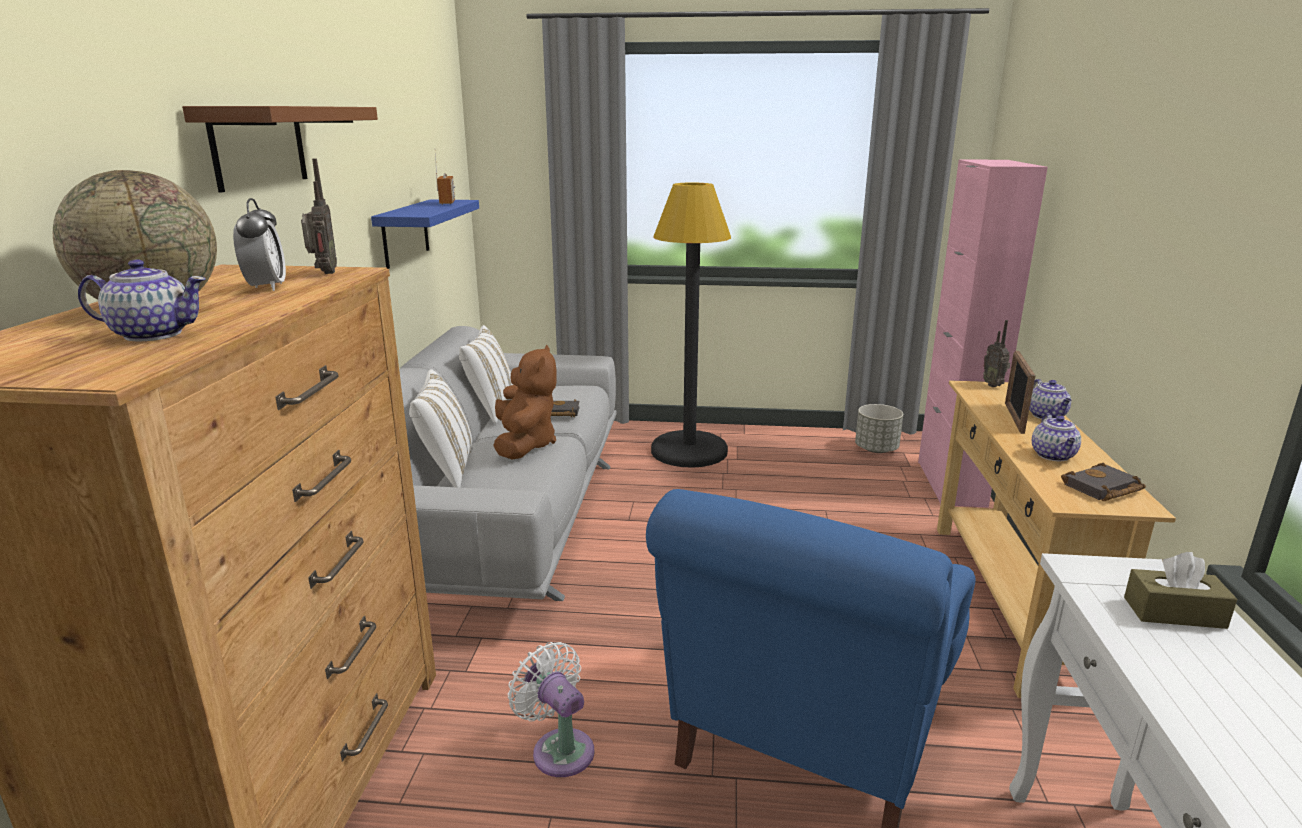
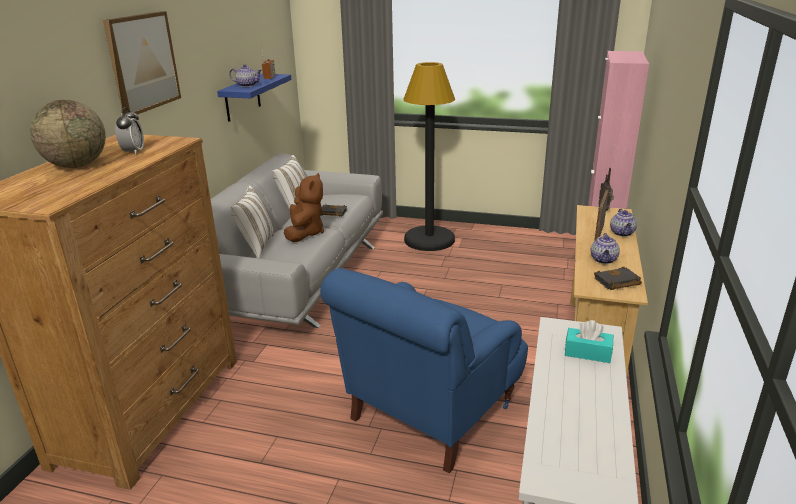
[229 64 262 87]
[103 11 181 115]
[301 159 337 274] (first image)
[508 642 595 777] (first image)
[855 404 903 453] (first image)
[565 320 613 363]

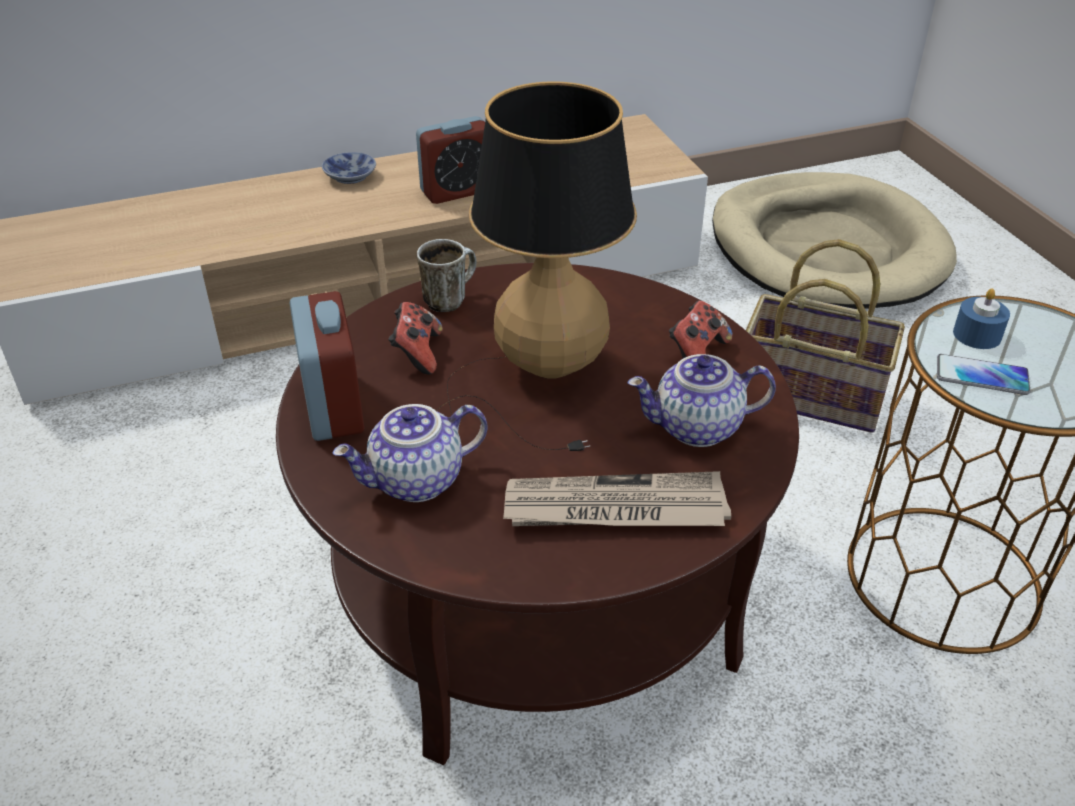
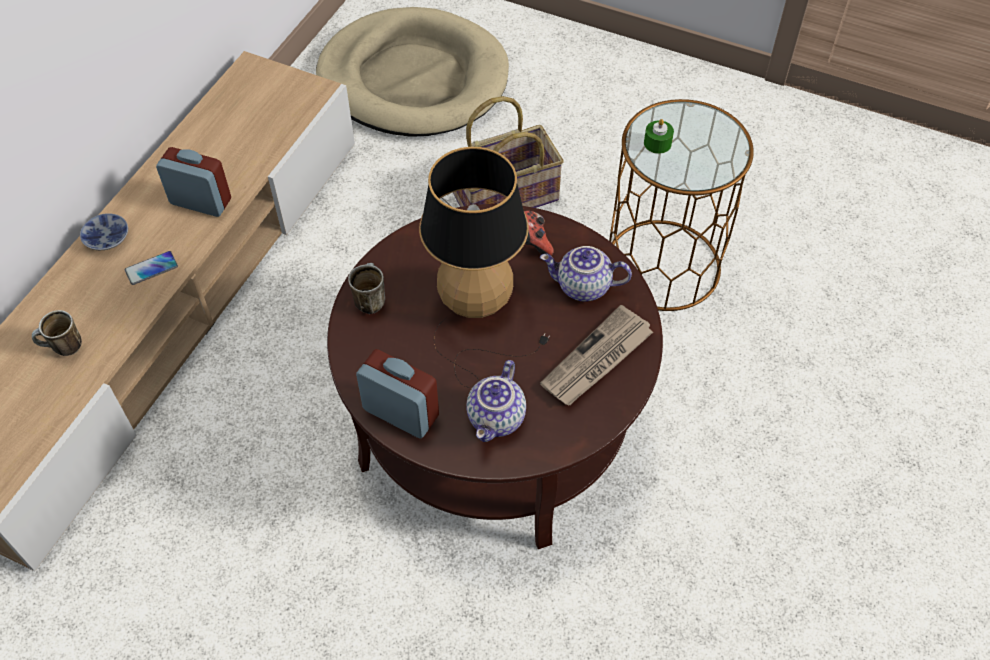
[388 302 443 375] (first image)
[156 147 231 217]
[540 246 632 302]
[125 251 178 285]
[644 119 674 154]
[32 310 82 356]

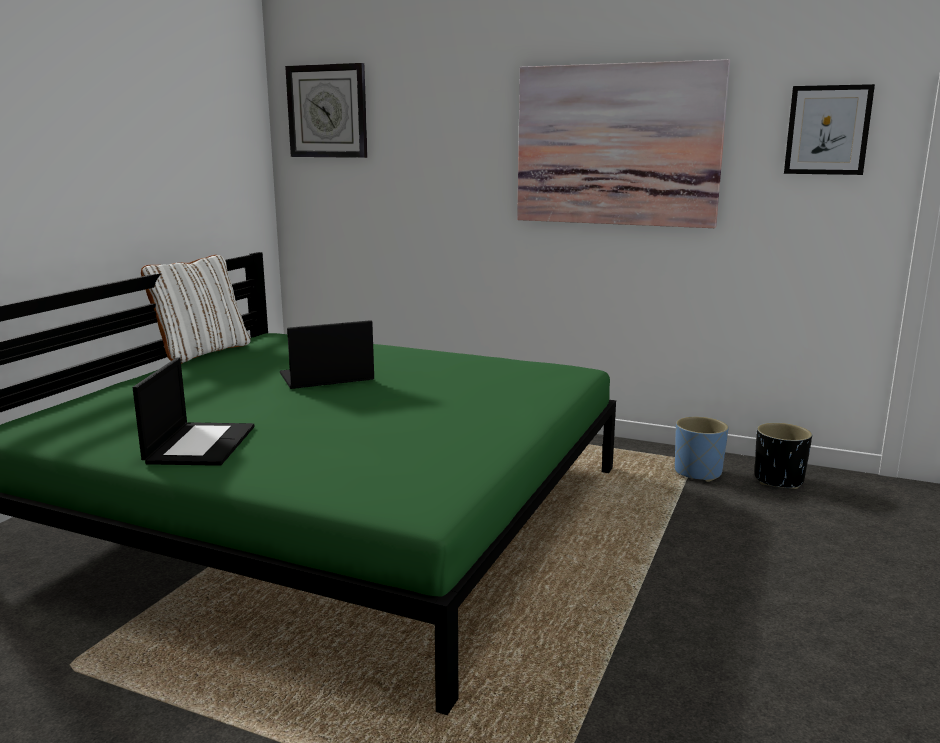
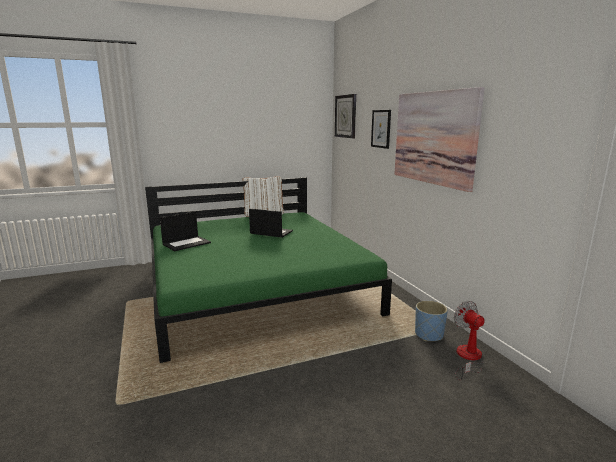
[454 301 485 380]
[371 110 391 149]

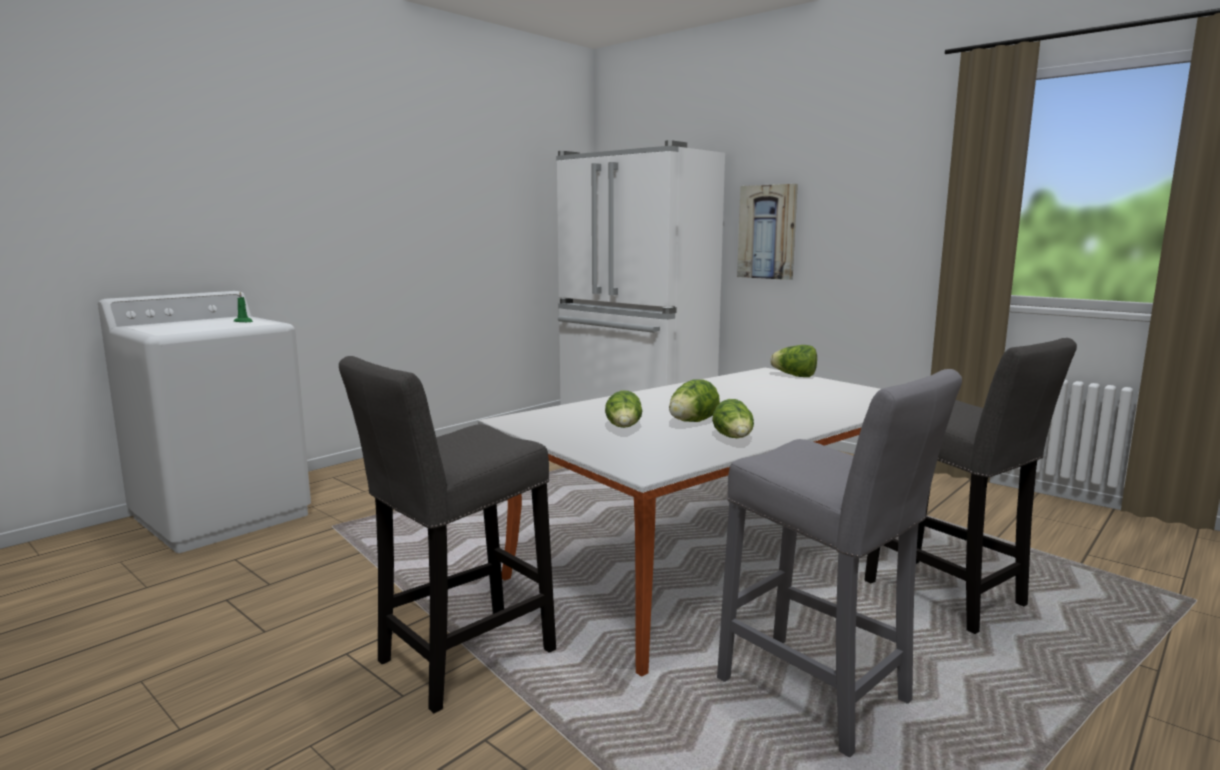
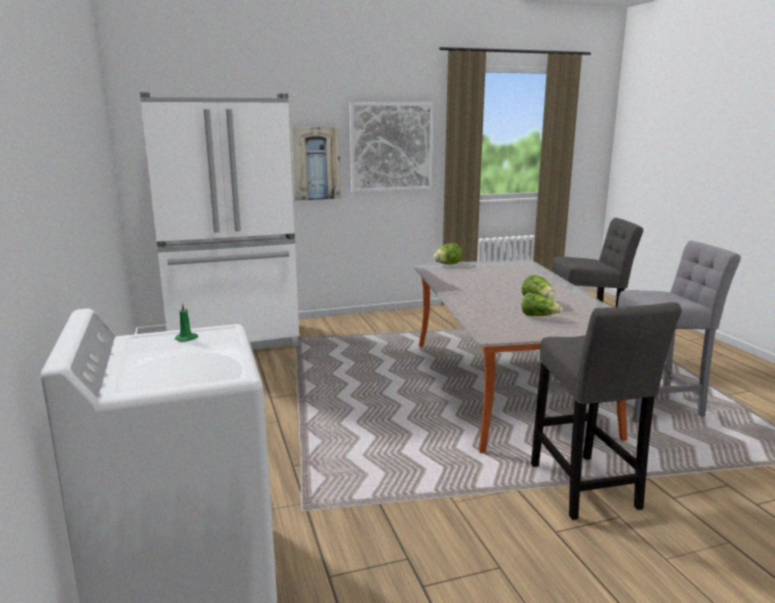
[712 399 754 438] (first image)
[349 102 434 192]

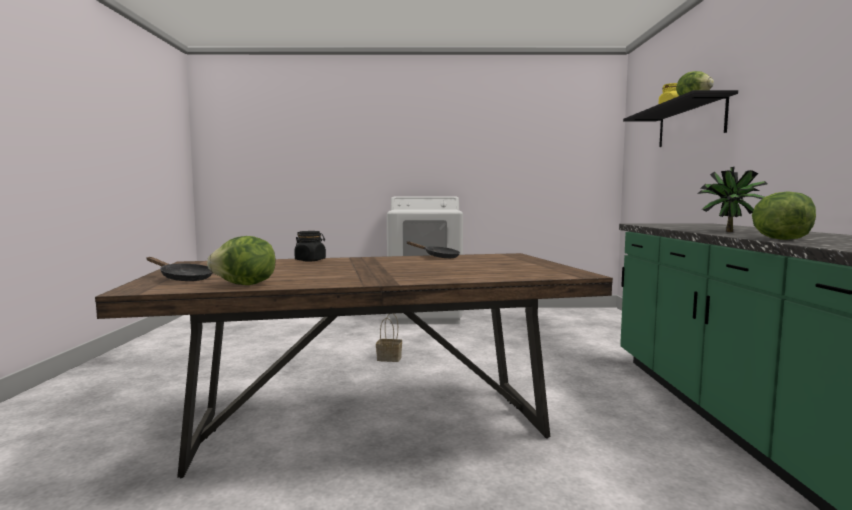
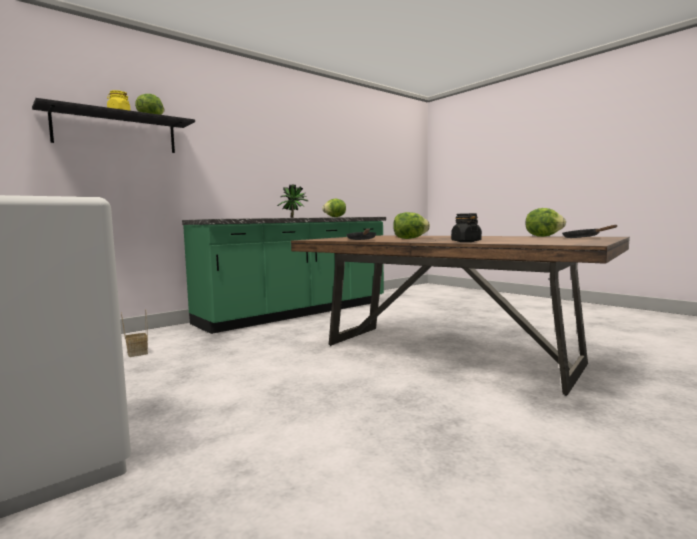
[121 310 148 357]
[393 212 430 239]

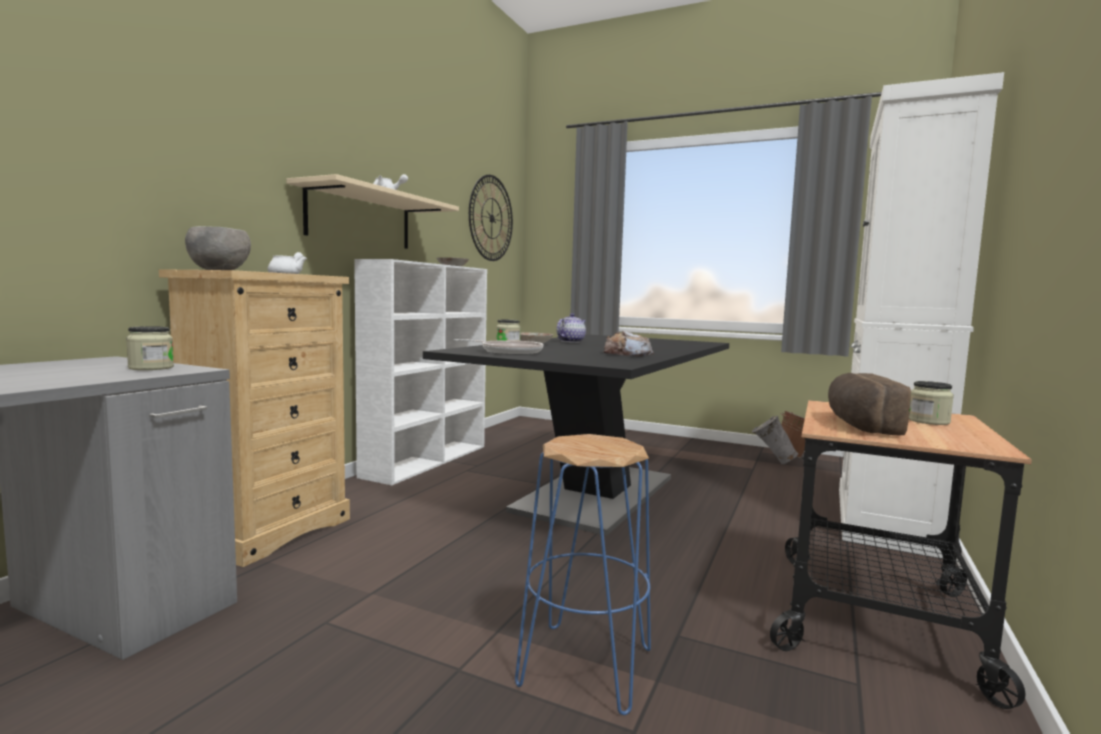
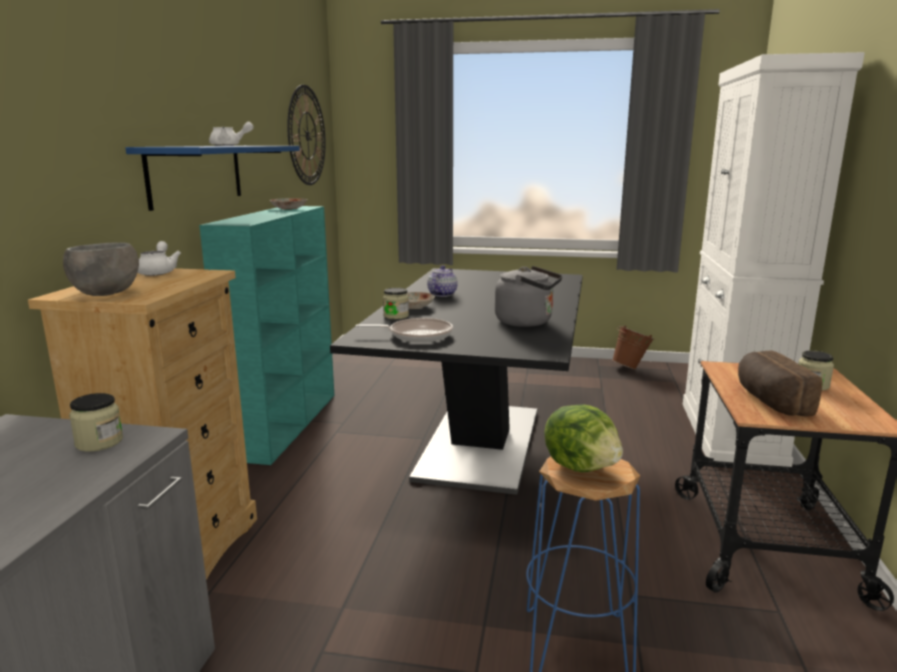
[126 146 300 211]
[199 206 334 465]
[495 266 562 327]
[752 416 799 464] (first image)
[544 404 623 472]

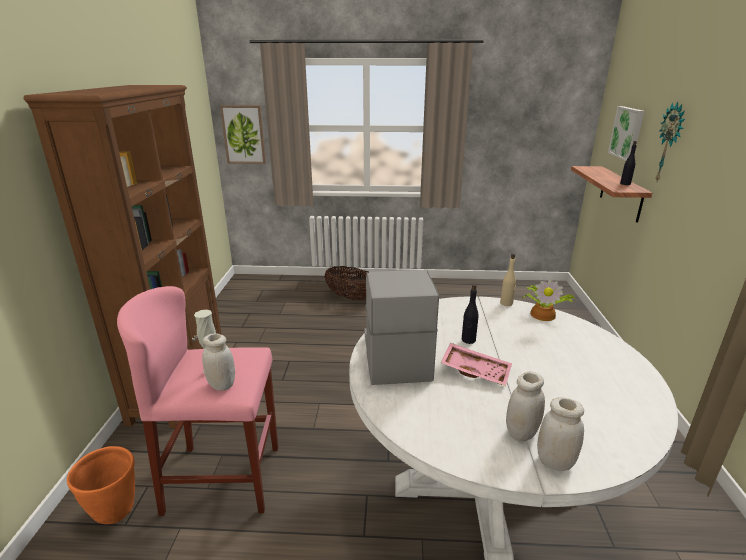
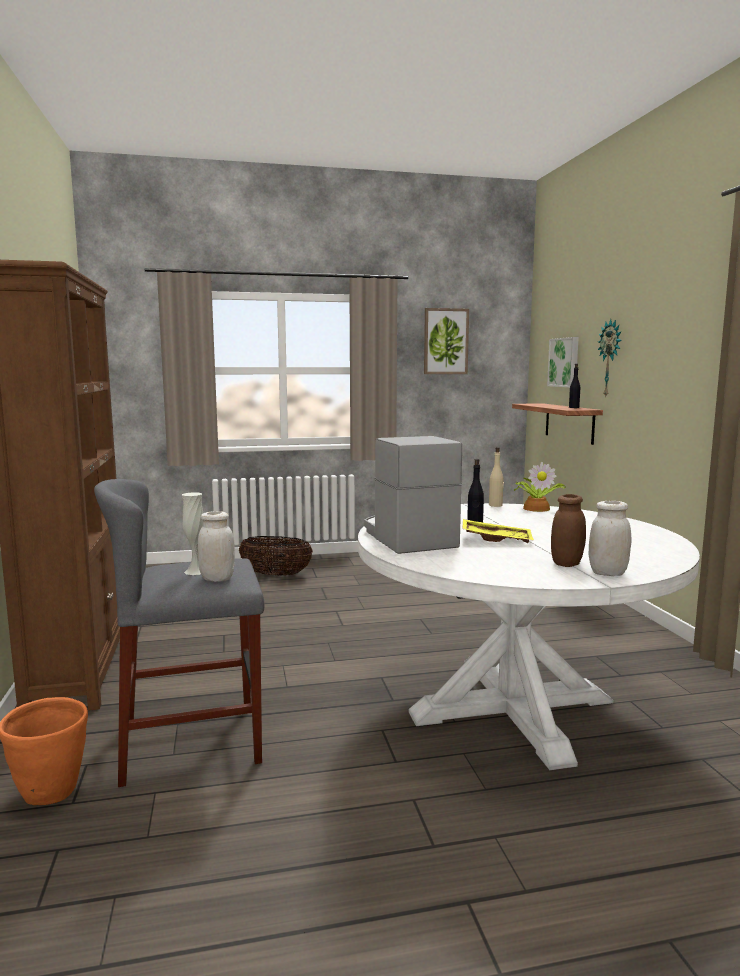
[94 479 264 787]
[424 308 469 374]
[462 519 534 543]
[551 494 586 567]

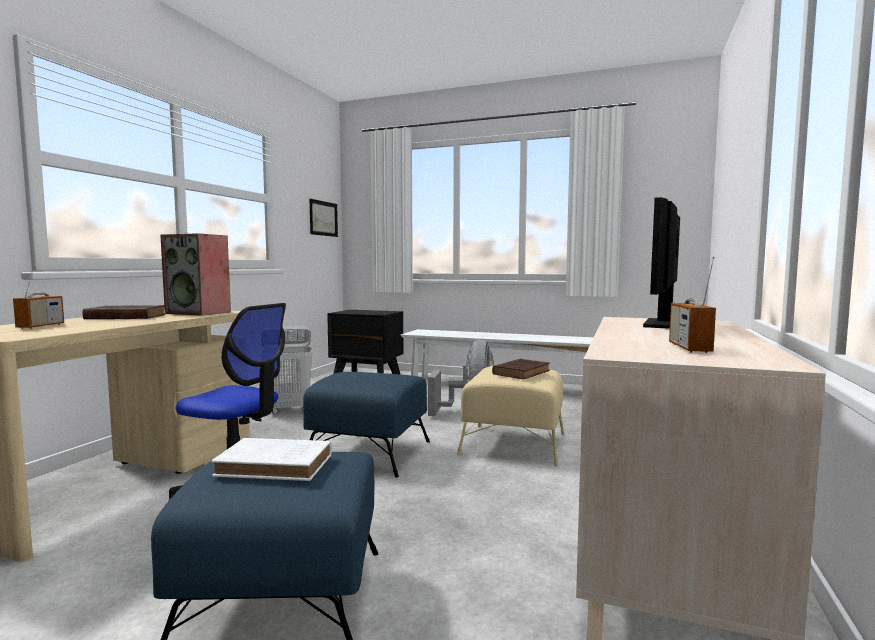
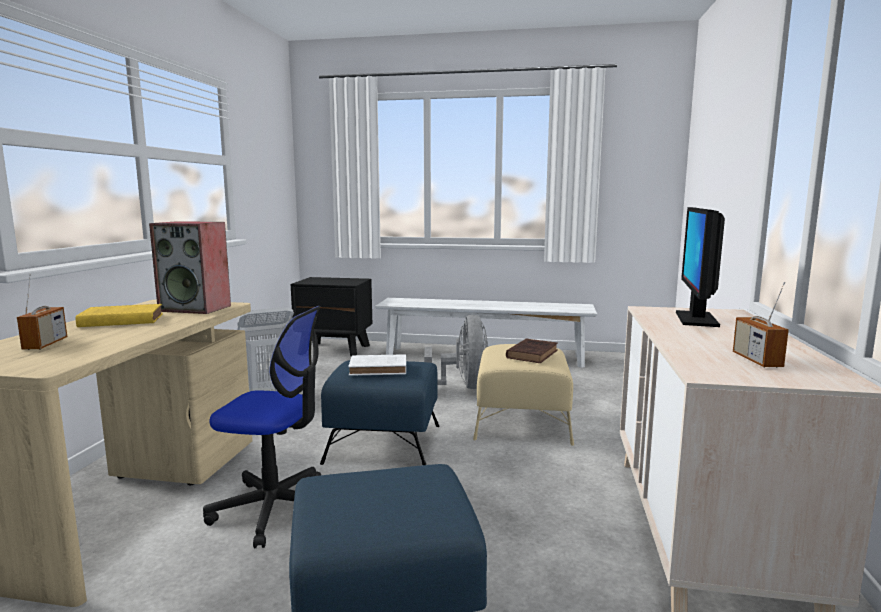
[76 304 163 327]
[349 354 406 376]
[310 199 338 237] (first image)

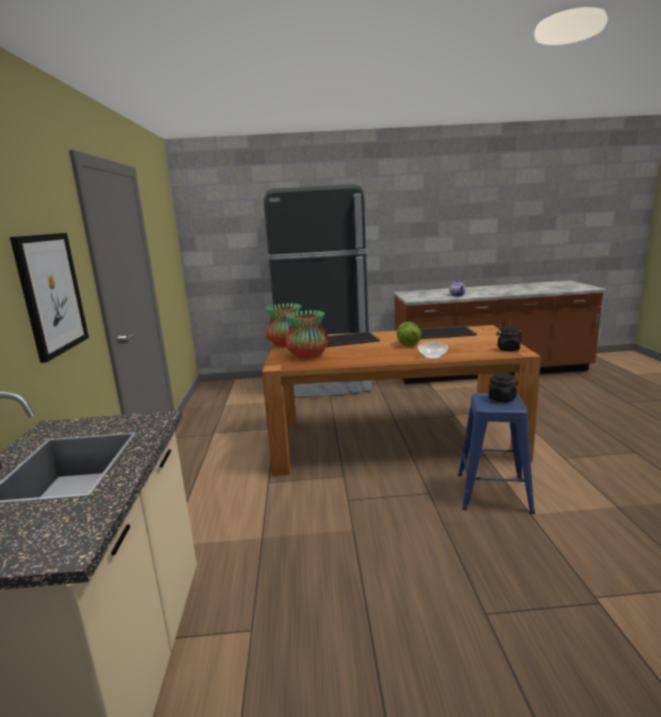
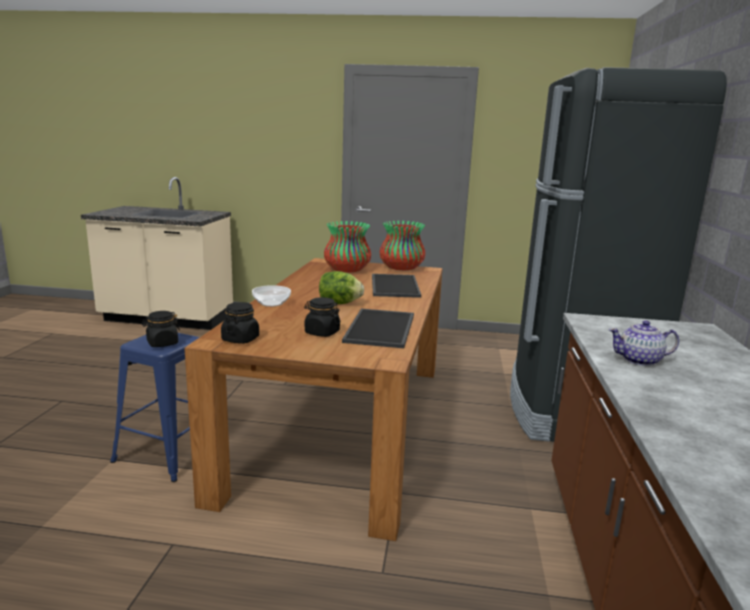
[10 233 89 363] (first image)
[304 297 340 337]

